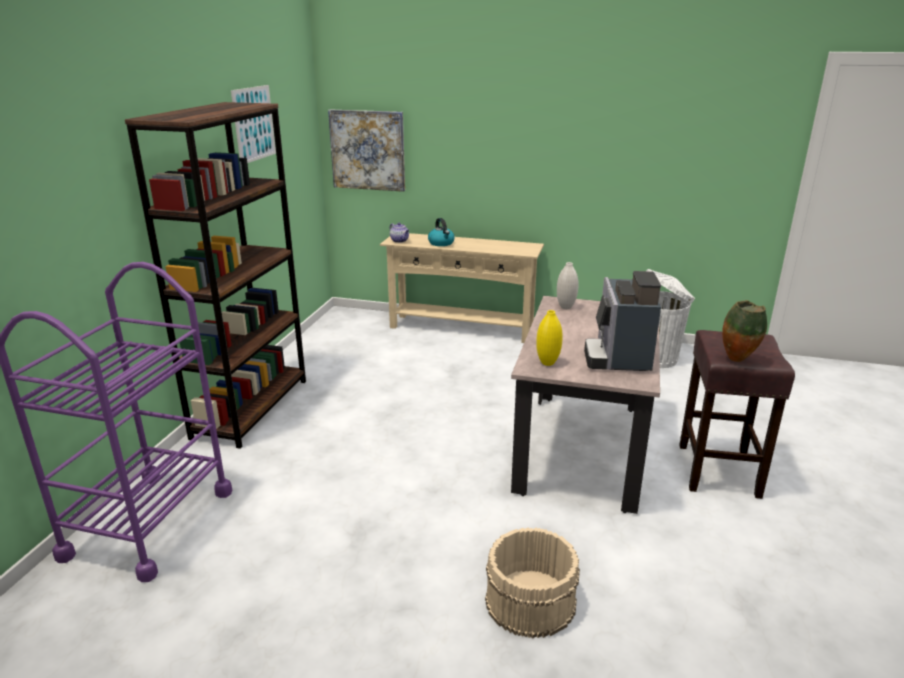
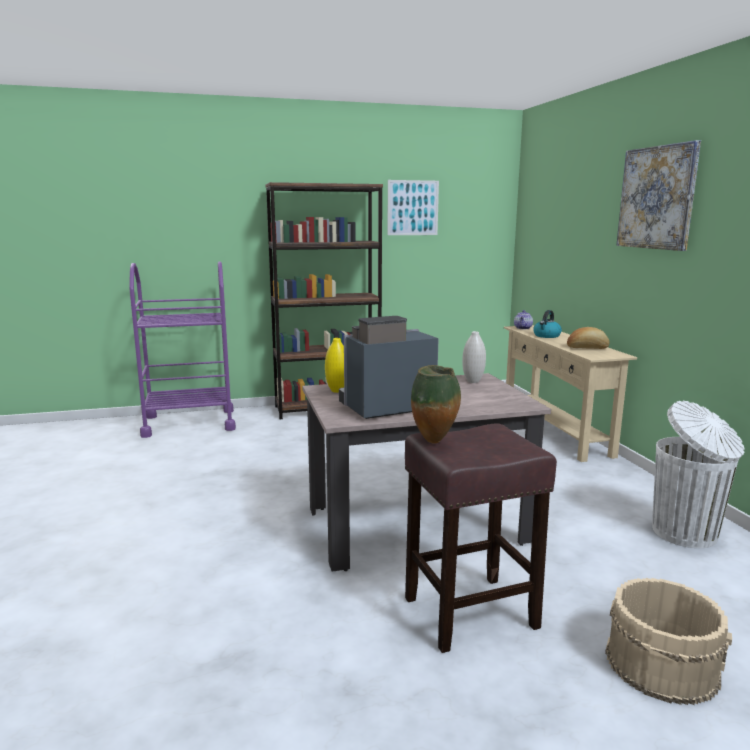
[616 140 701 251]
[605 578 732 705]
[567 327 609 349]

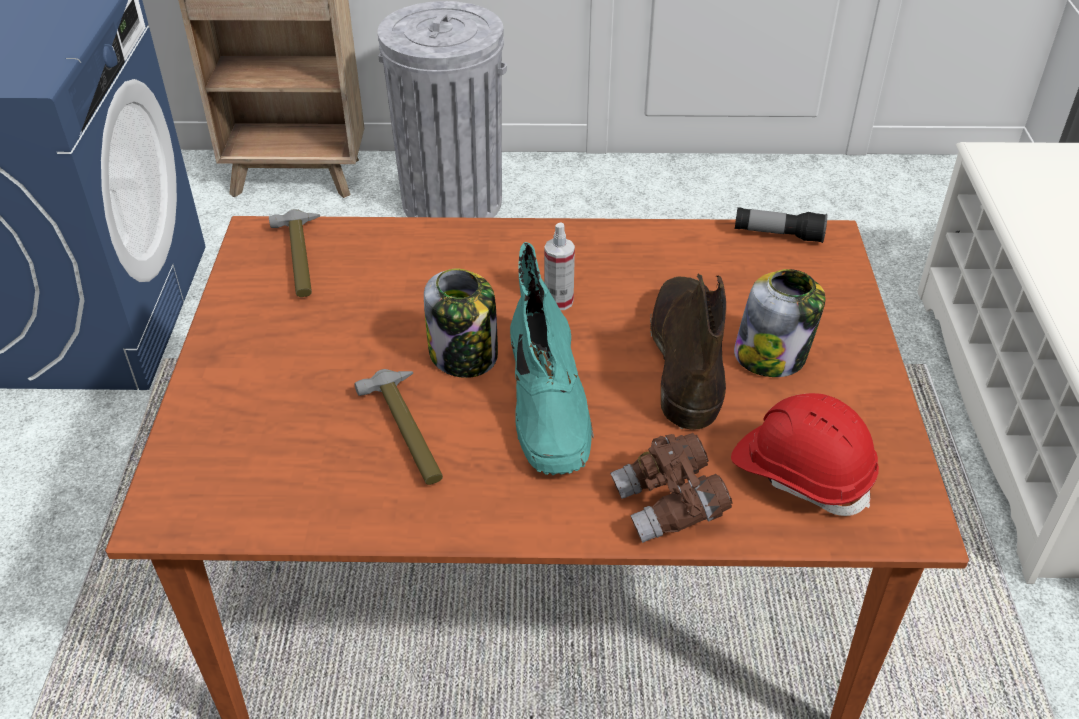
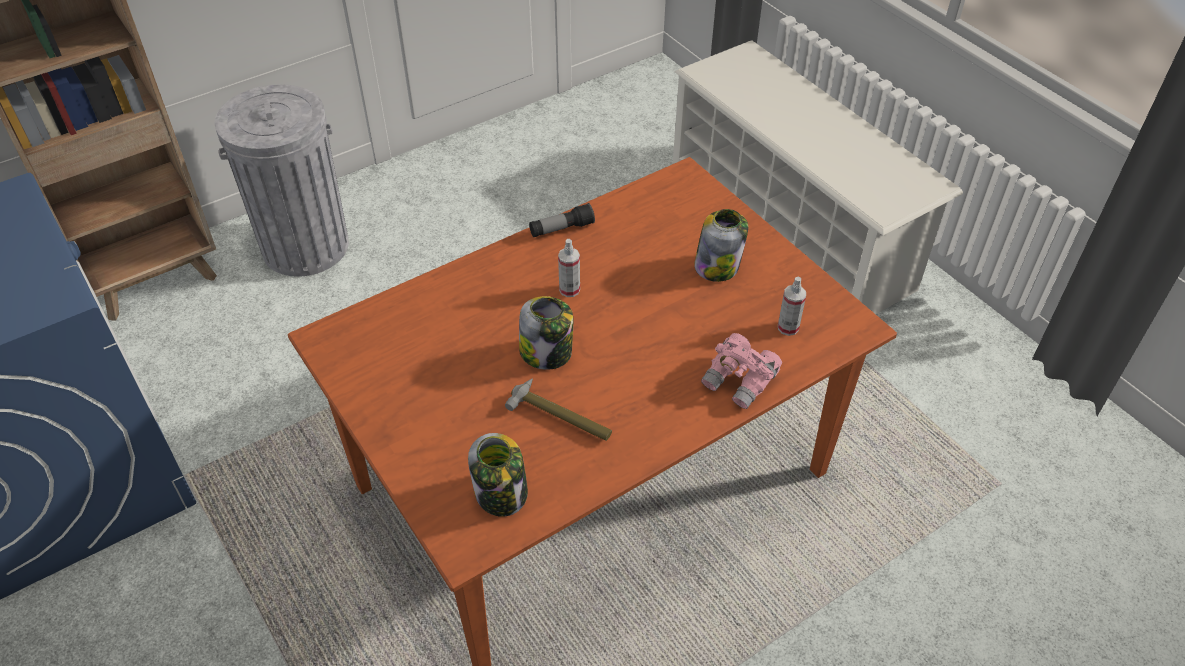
[269 209 320 297] (first image)
[510 242 594 475] (first image)
[701 333 782 409]
[650 274 726 430] (first image)
[778 277 806 336]
[529 203 595 237]
[468 433 528 517]

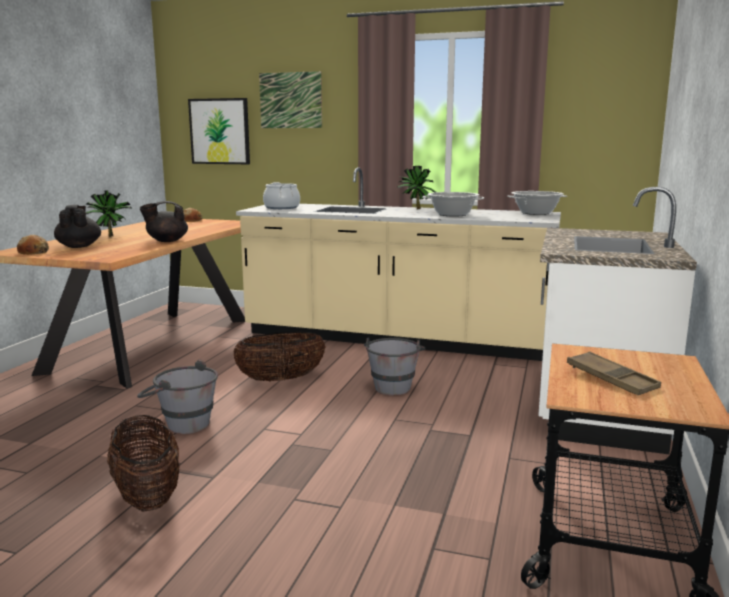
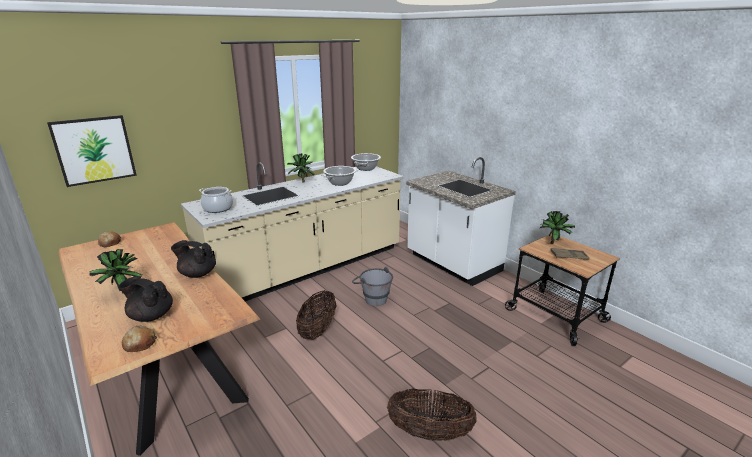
[137 360 218 434] (first image)
[171 240 216 278]
[259 71 322 128] (first image)
[539 211 575 244]

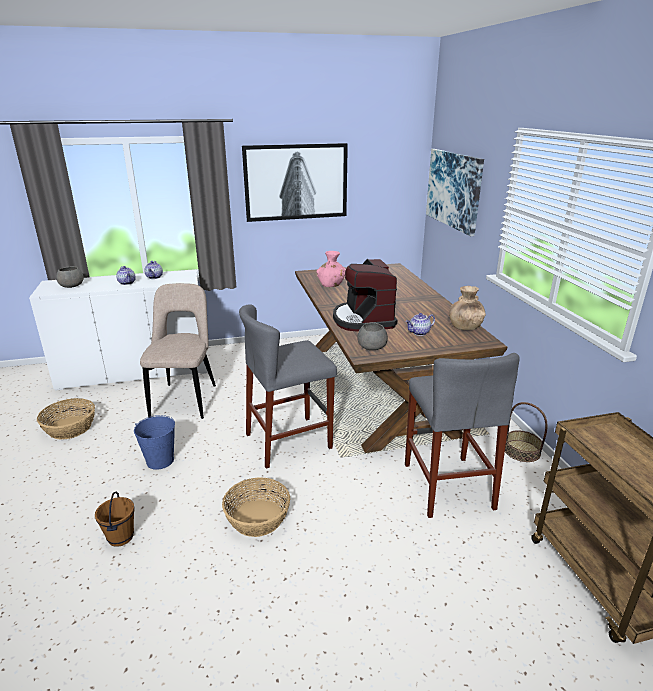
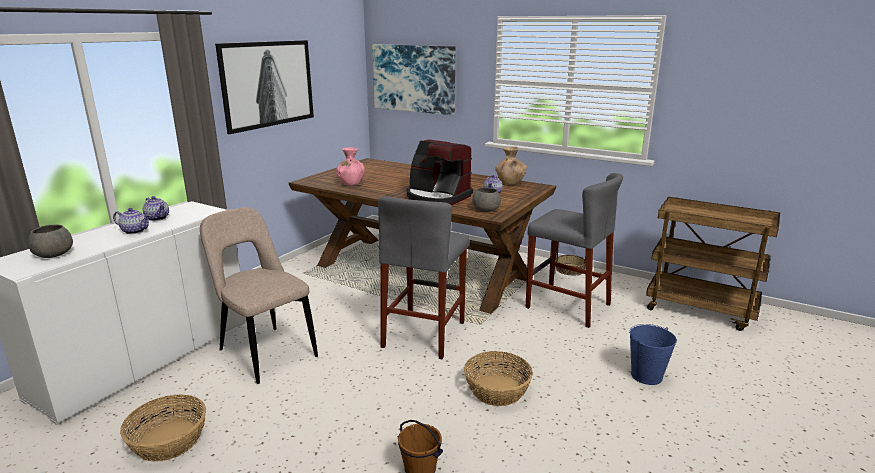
[629 324 677 385]

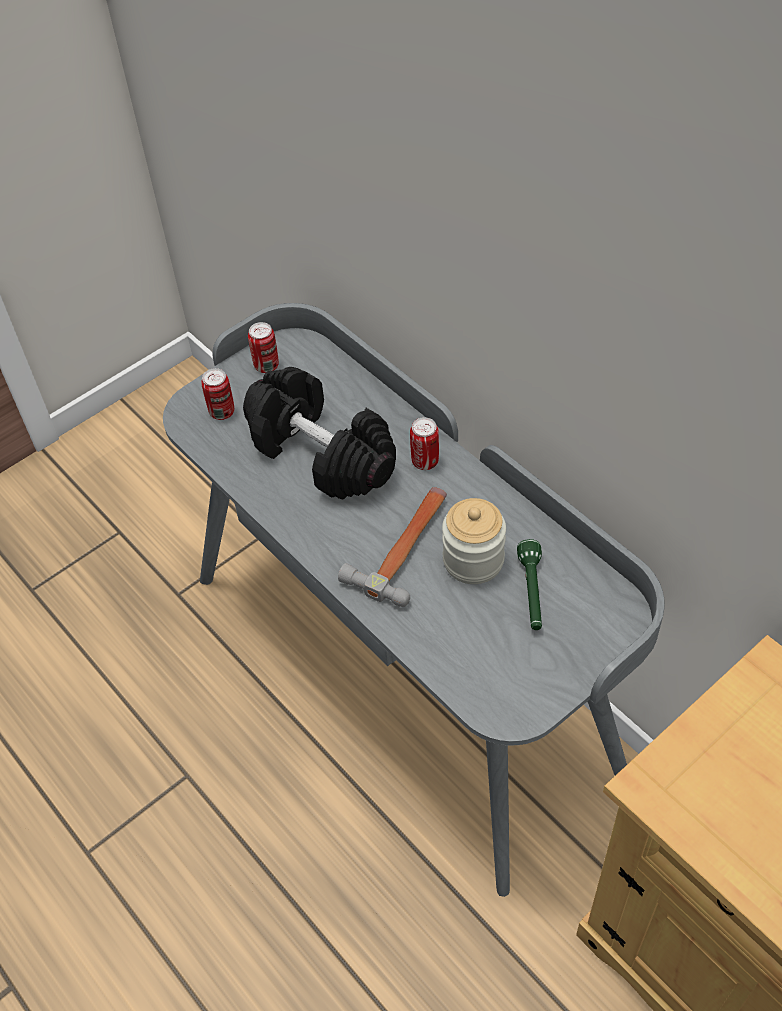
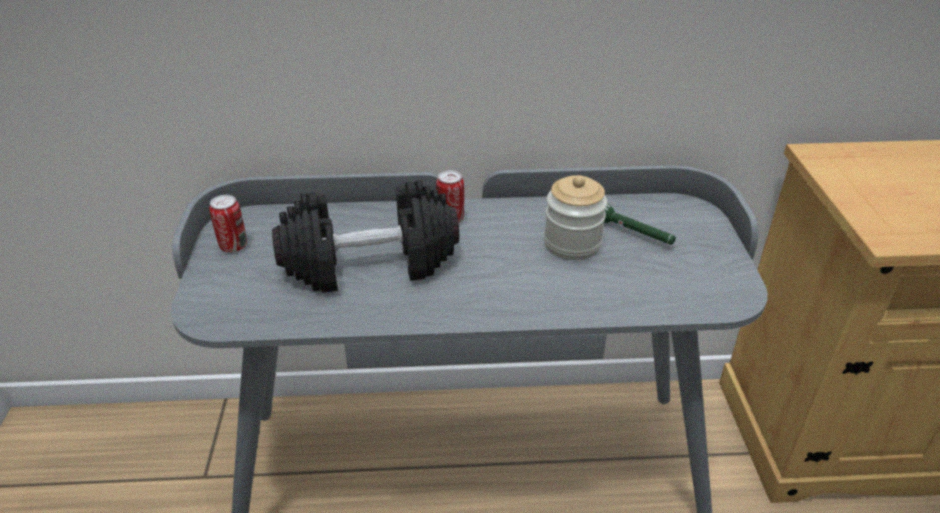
[201 368 234 420] (first image)
[338 487 447 607] (first image)

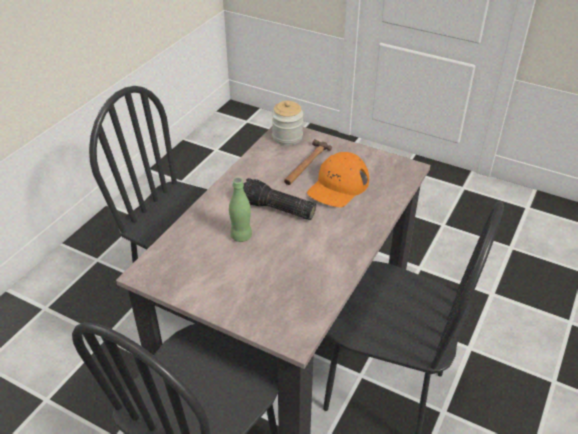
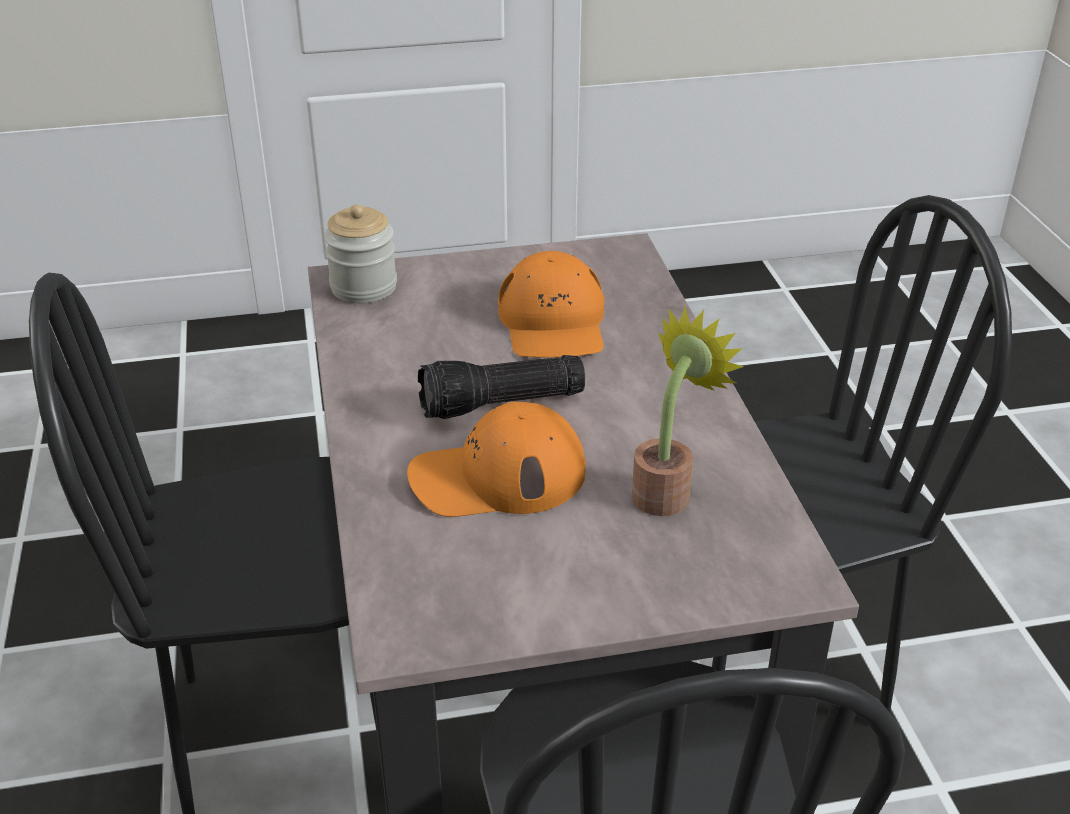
[407 402 586 517]
[284 139 332 185] (first image)
[632 305 744 516]

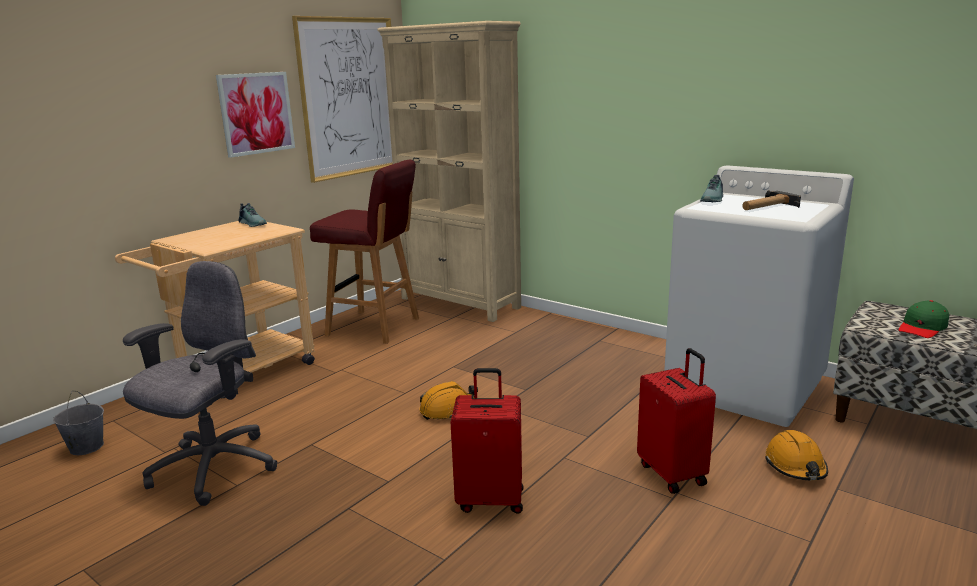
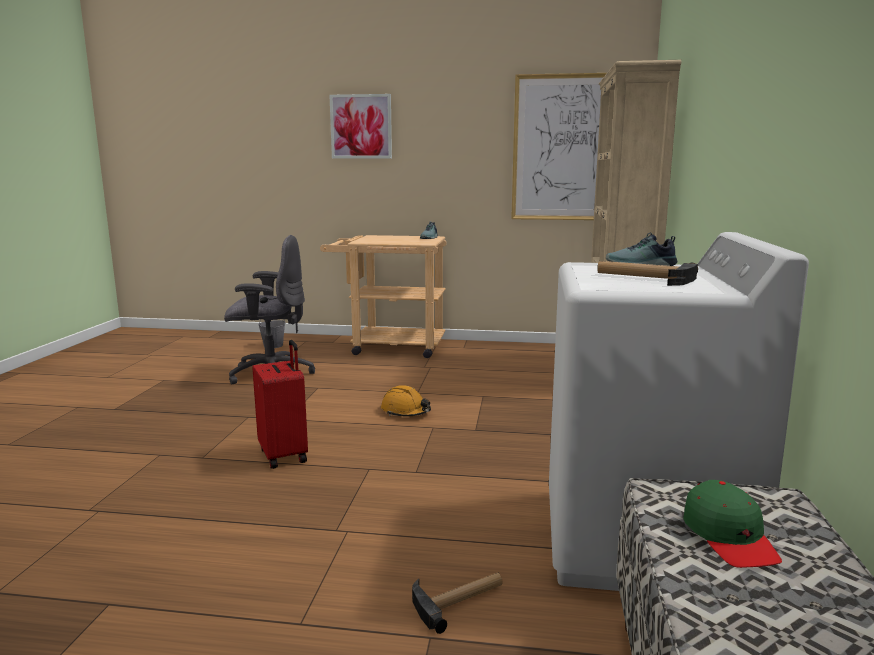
[329 94 392 159]
[310 160 419 344] (first image)
[637 348 716 494] (first image)
[412 572 503 634]
[683 480 782 568]

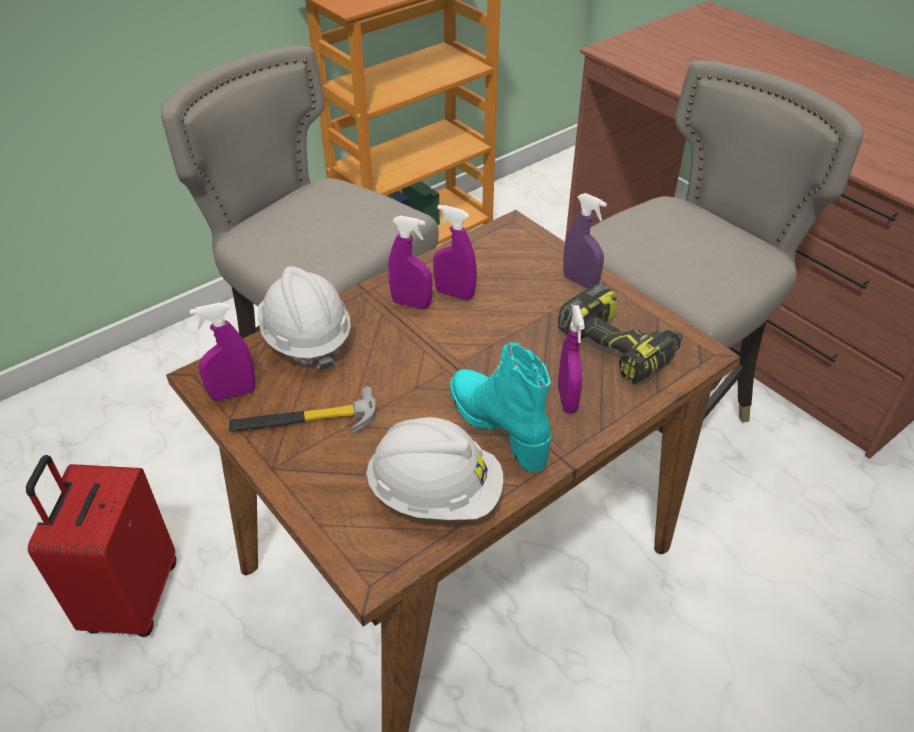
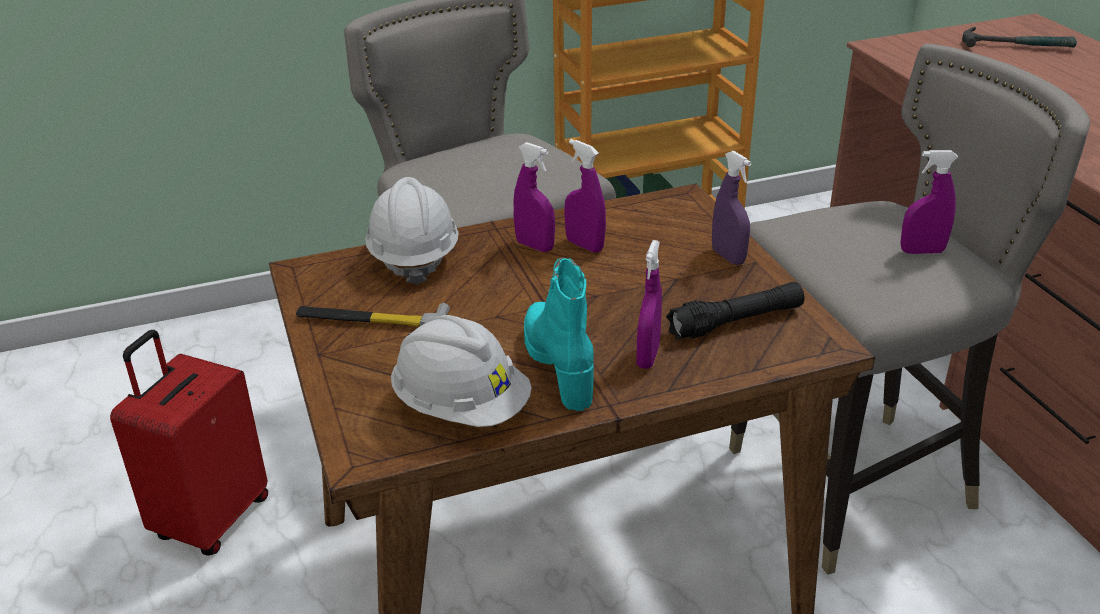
[900 150 958 254]
[666 282 805 340]
[962 27 1077 47]

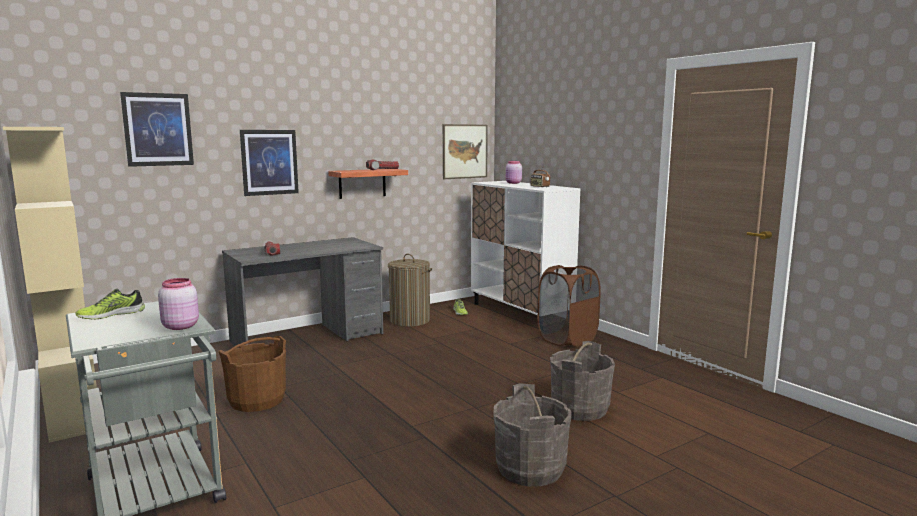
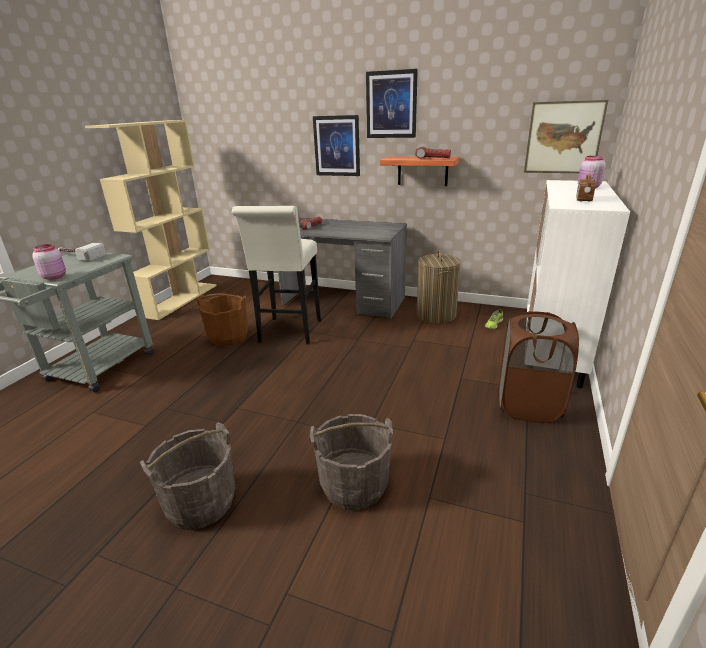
[58 243 107 262]
[366 69 418 138]
[232 206 321 344]

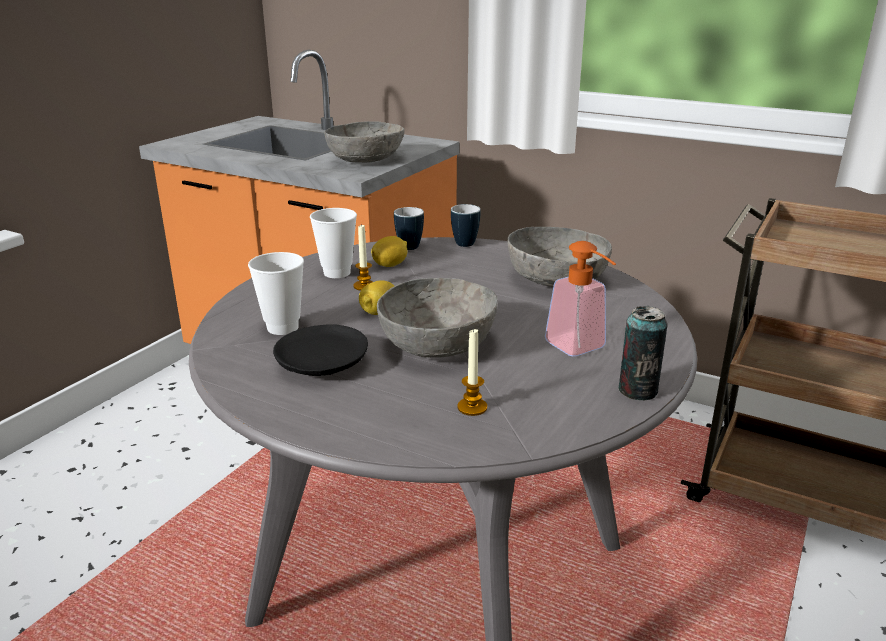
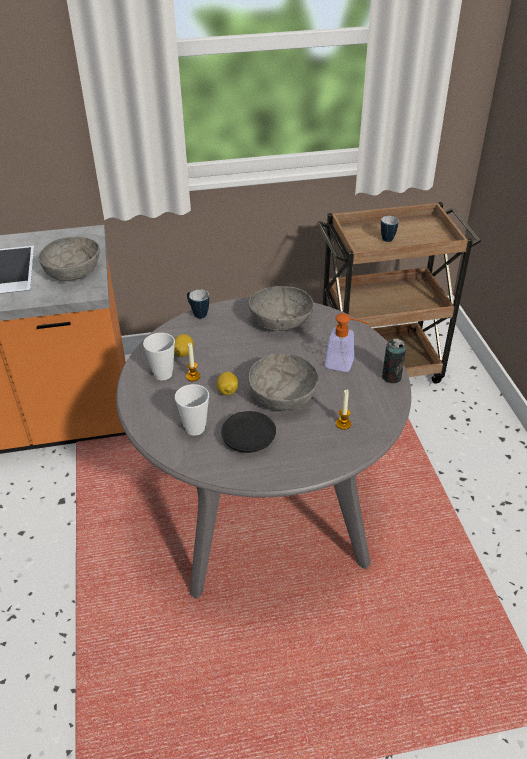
[381 216 399 242]

